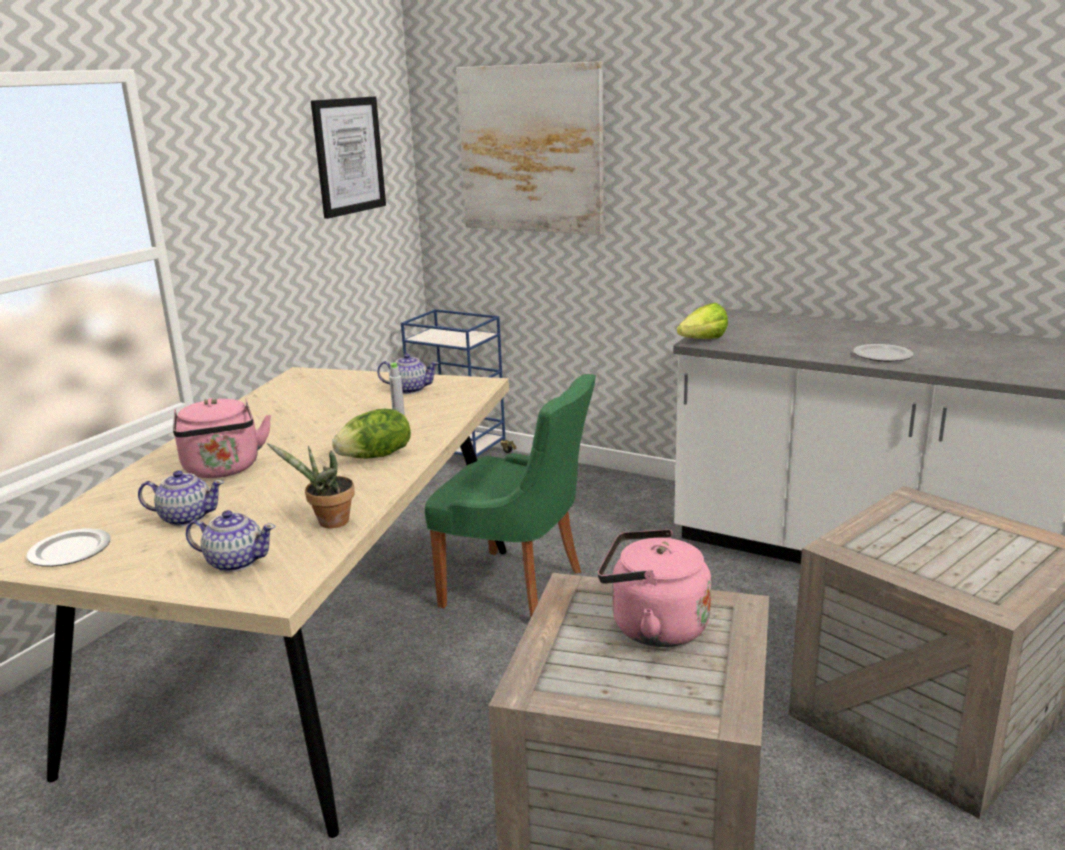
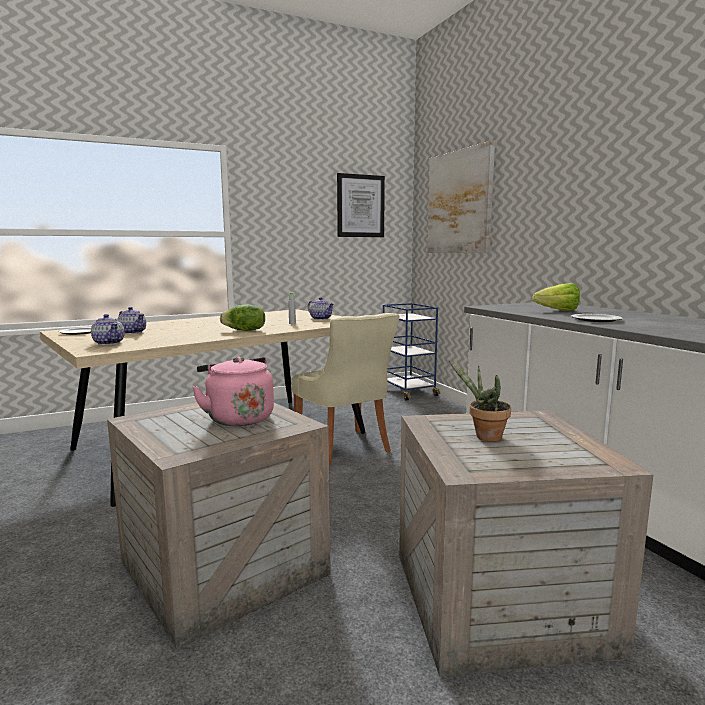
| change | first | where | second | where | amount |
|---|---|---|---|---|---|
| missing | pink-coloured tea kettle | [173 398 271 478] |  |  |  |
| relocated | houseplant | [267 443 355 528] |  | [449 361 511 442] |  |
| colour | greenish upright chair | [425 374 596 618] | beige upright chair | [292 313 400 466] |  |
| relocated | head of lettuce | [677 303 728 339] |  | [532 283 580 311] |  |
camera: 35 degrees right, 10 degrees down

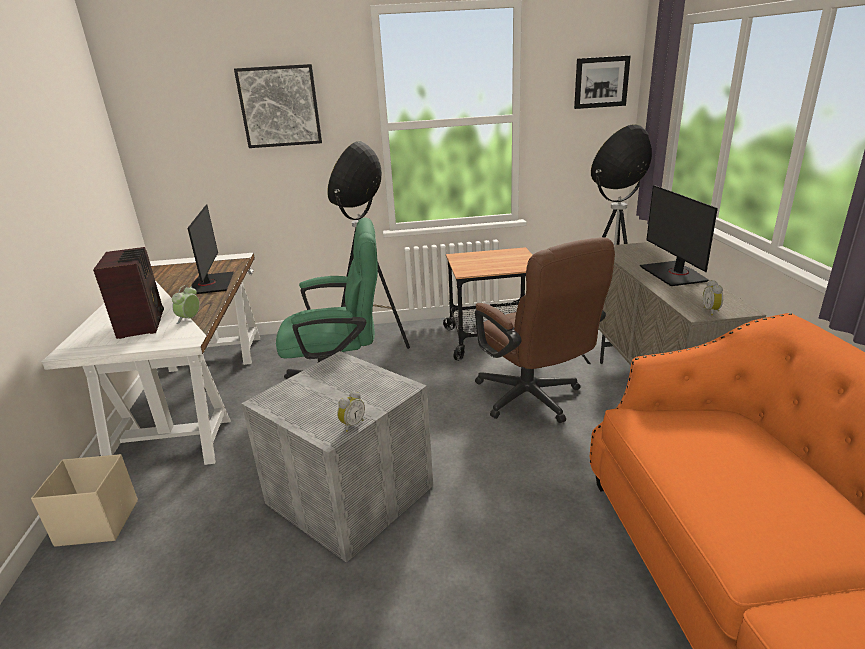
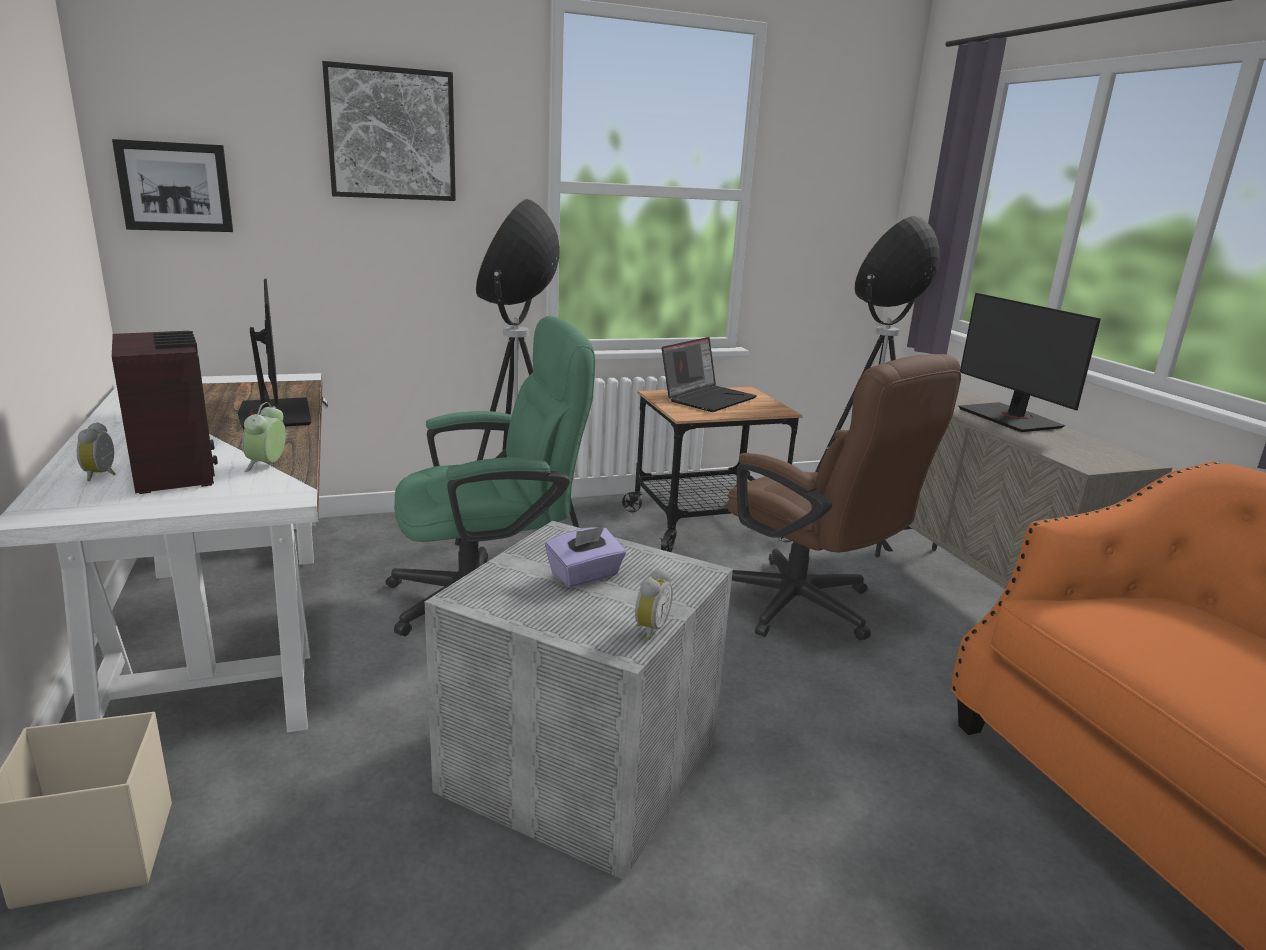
| change | first | where | second | where | amount |
|---|---|---|---|---|---|
| relocated | wall picture | [574 56 631 109] |  | [112 139 233 232] |  |
| relocated | alarm clock | [703 280 723 316] |  | [76 422 116 481] |  |
| appeared |  |  | purplish box of tissues | [545 526 626 588] |  |
| appeared |  |  | laptop | [662 337 757 412] |  |
camera: 15 degrees left, 5 degrees down

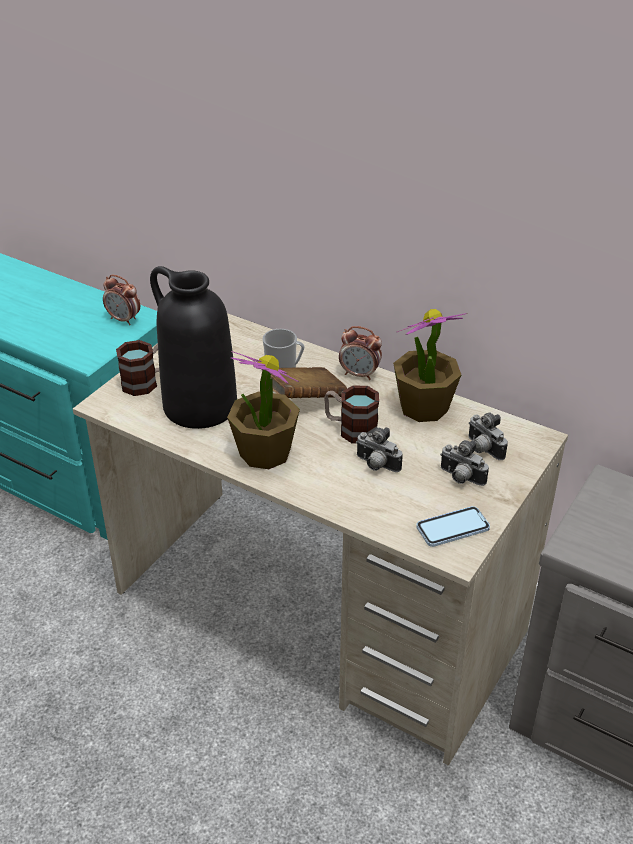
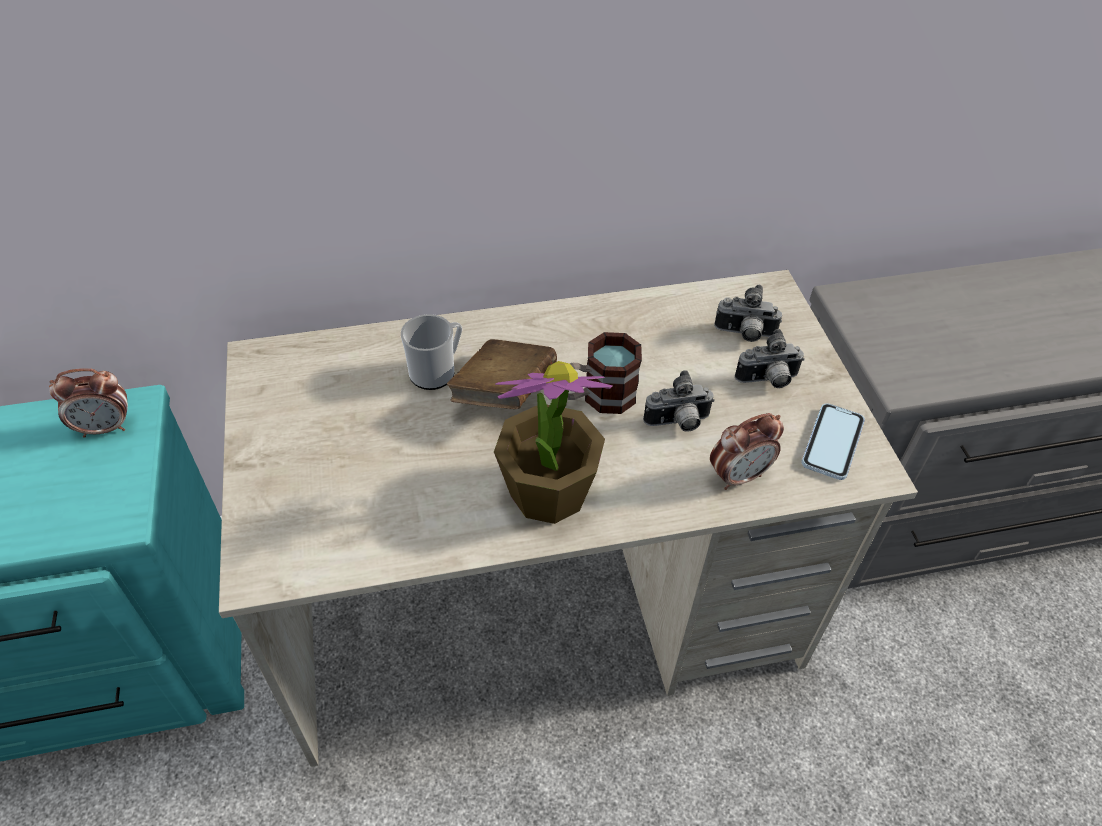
| change | first | where | second | where | amount |
|---|---|---|---|---|---|
| missing | coffee mug | [116 340 159 396] |  |  |  |
| missing | black decorative vase | [150 266 237 429] |  |  |  |
| relocated | alarm clock | [339 326 382 380] |  | [710 413 784 490] |  |
| missing | houseplant | [393 309 468 422] |  |  |  |
camera: 45 degrees left, 10 degrees up

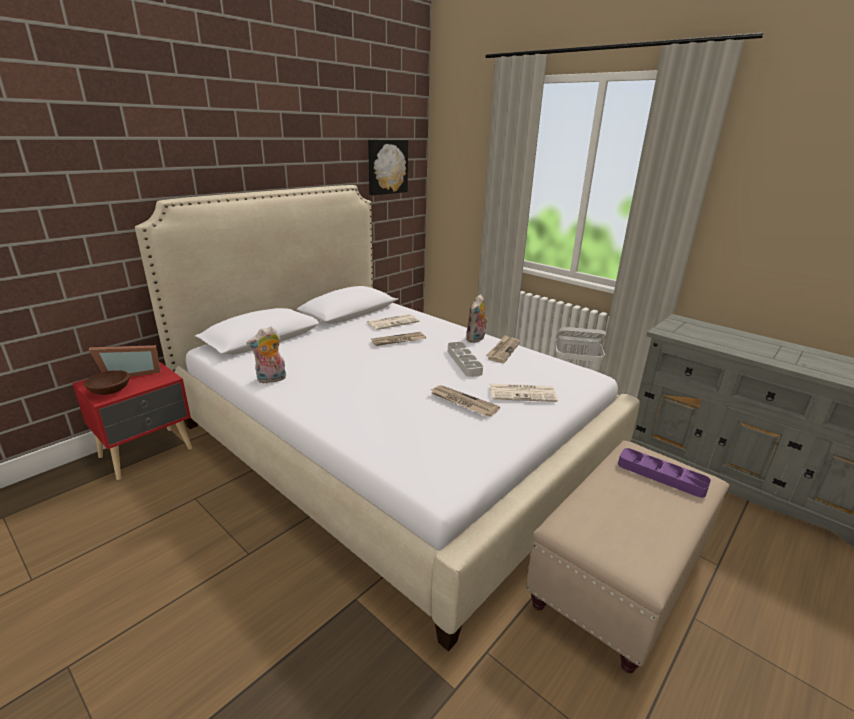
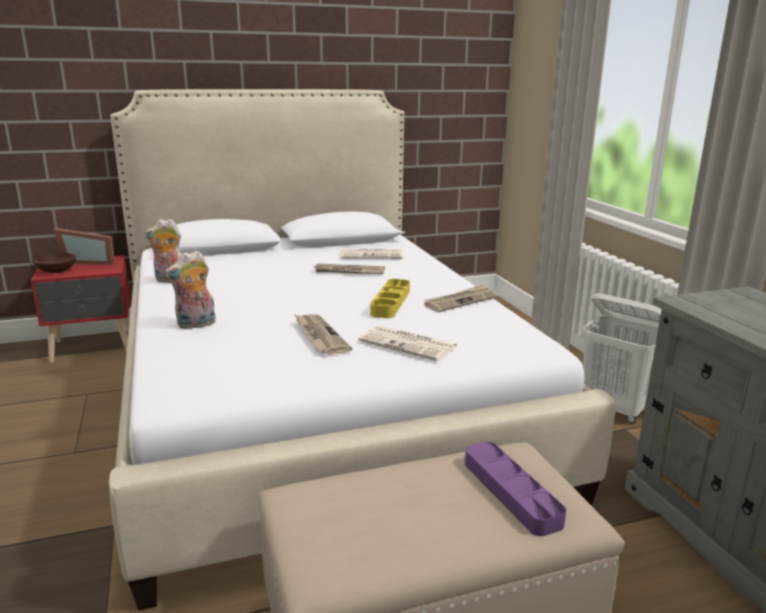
| change | first | where | second | where | amount |
|---|---|---|---|---|---|
| missing | wall picture | [368 140 408 195] |  |  |  |
| colour | gray carrying tray | [448 342 483 377] | yellow carrying tray | [370 279 410 318] |  |
| relocated | plush toy | [466 294 488 343] |  | [164 250 216 329] |  |
camera: 30 degrees right, 5 degrees down

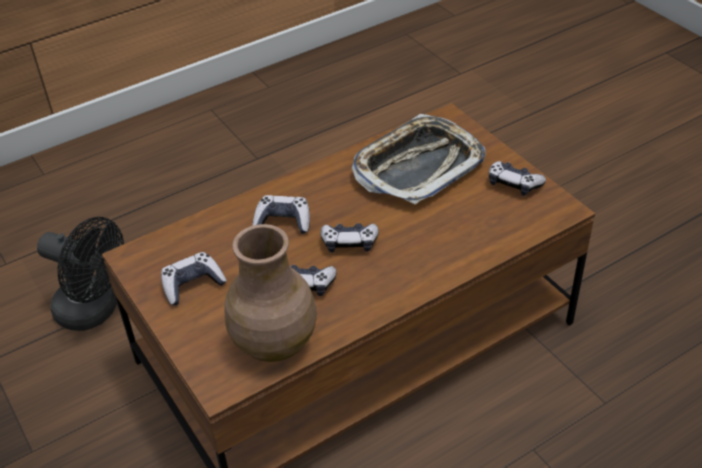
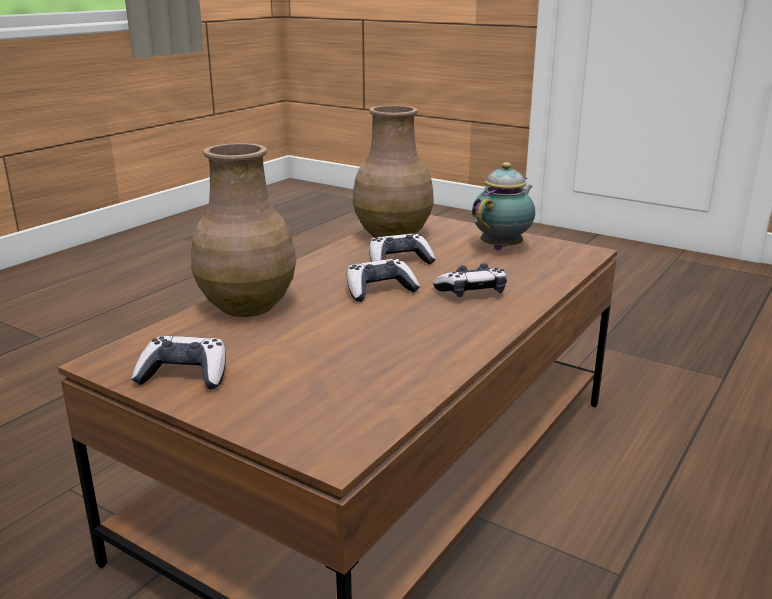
| change | first | where | second | where | amount |
|---|---|---|---|---|---|
| missing | black cooling fan | [37 217 124 331] |  |  |  |
| exchanged | gamepad | [161 252 227 305] | tea pot | [472 162 535 250] |  |
| missing | carrying tray | [352 114 486 205] |  |  |  |
| appeared |  |  | brown decorative vase | [191 143 296 317] |  |
camera: 155 degrees right, 20 degrees down

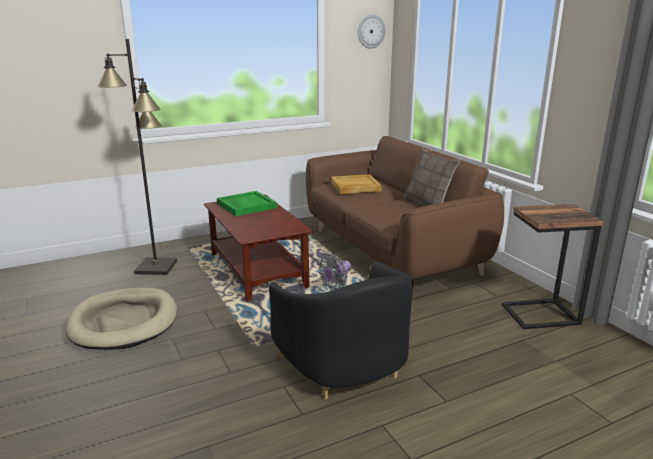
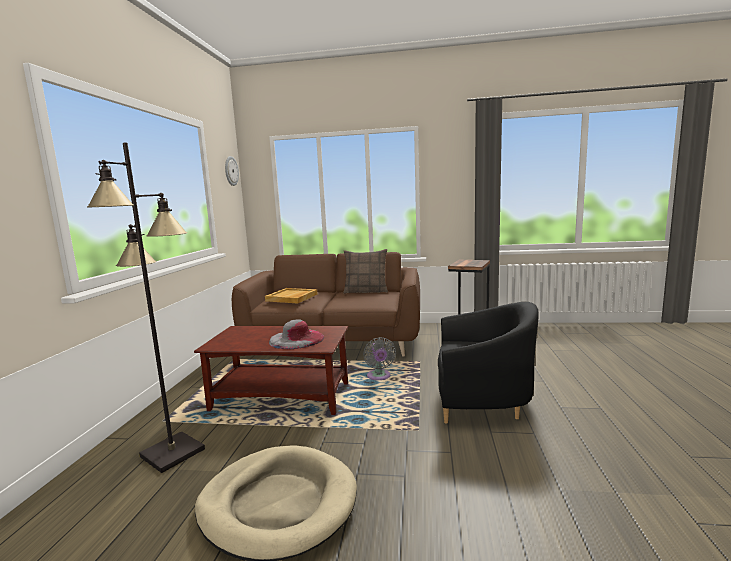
| change | first | where | second | where | amount |
|---|---|---|---|---|---|
| missing | greenish carrying tray | [217 191 277 216] |  |  |  |
| appeared |  |  | gray wearable hat | [269 319 324 349] |  |
camera: 55 degrees left, 10 degrees down

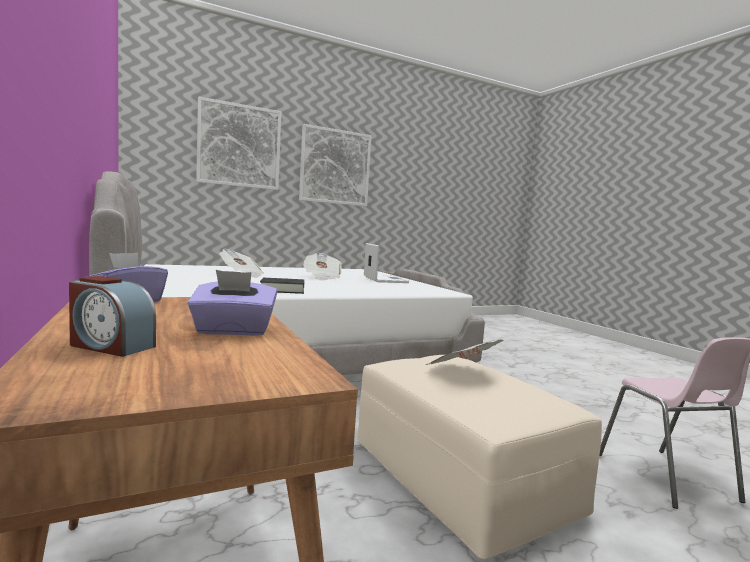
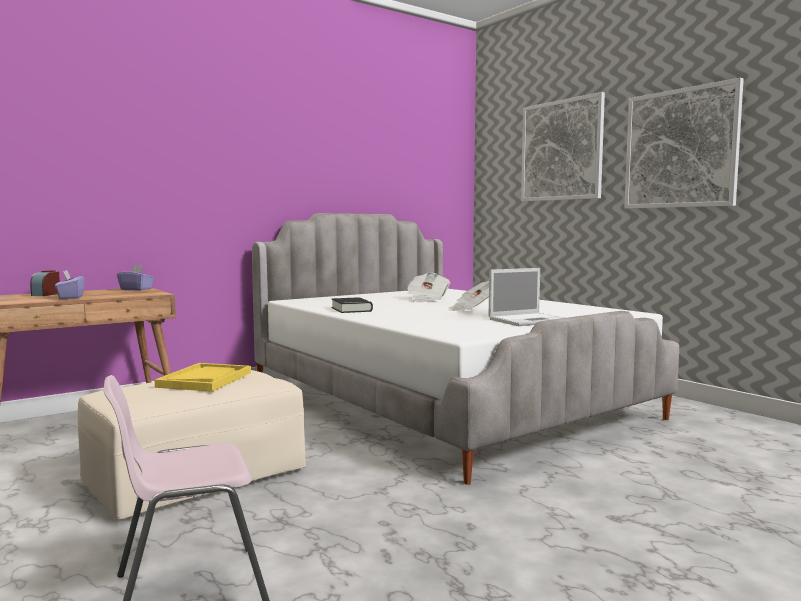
| change | first | where | second | where | amount |
|---|---|---|---|---|---|
| exchanged | printed paper | [425 339 503 365] | yellow carrying tray | [155 363 251 392] |  |
camera: 80 degrees right, 0 degrees up

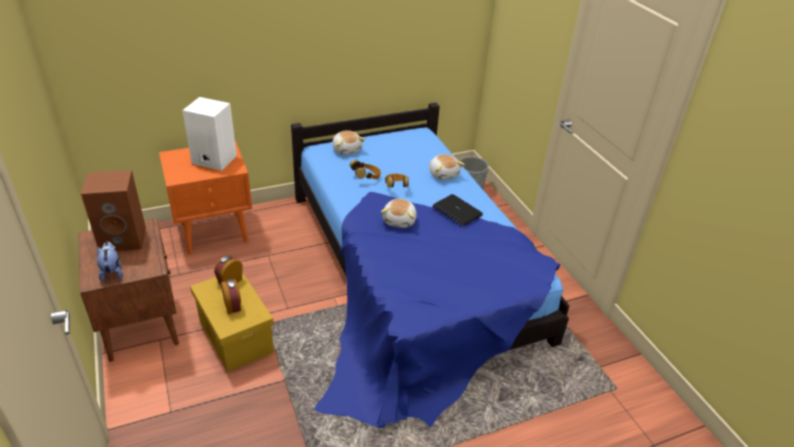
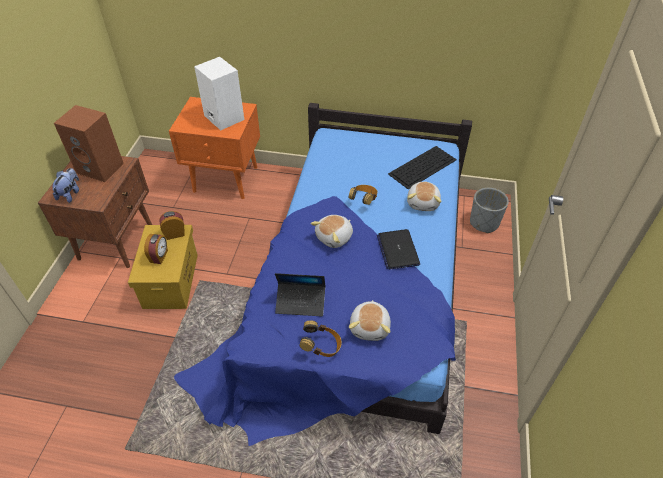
| change | first | where | second | where | amount |
|---|---|---|---|---|---|
| relocated | plush toy | [332 130 365 155] |  | [349 300 391 341] |  |
| relocated | pair of headphones | [350 160 381 179] |  | [300 320 342 357] |  |
| appeared |  |  | laptop | [275 273 325 316] |  |
| appeared |  |  | keyboard | [388 146 457 189] |  |
camera: 35 degrees right, 10 degrees up

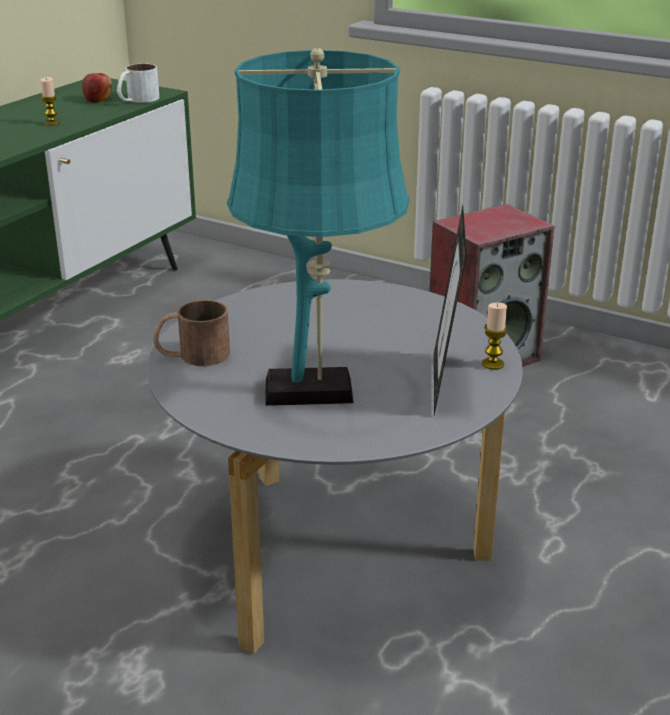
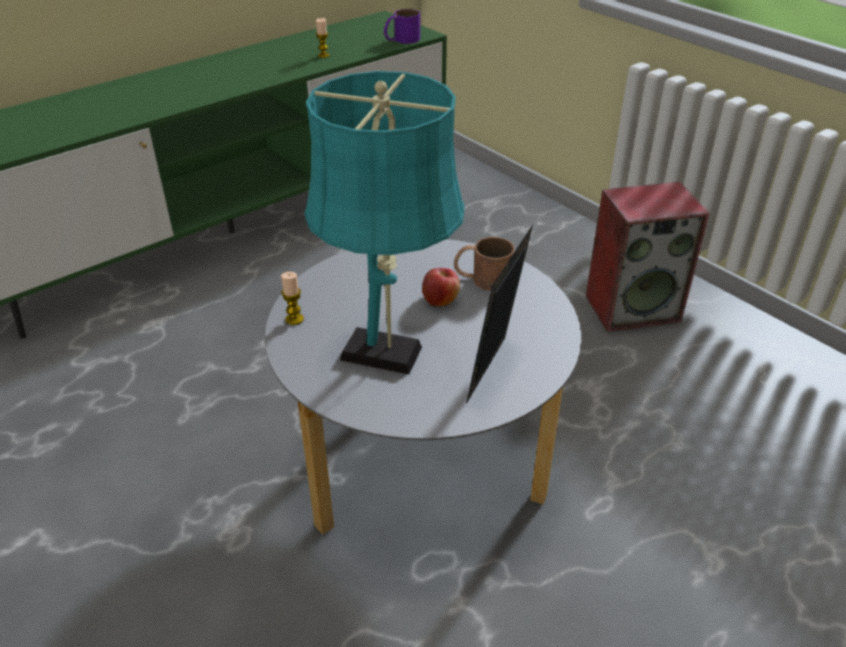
| change | first | where | second | where | amount |
|---|---|---|---|---|---|
| relocated | whole apple | [82 73 112 102] |  | [422 268 460 306] |  |
| colour | white coffee mug | [117 64 159 103] | purplish coffee mug | [384 9 420 44] |  |
| relocated | brown coffee mug | [153 300 230 366] |  | [454 237 515 291] |  |
| relocated | candle | [482 303 508 370] |  | [281 272 304 325] |  |
camera: 20 degrees right, 10 degrees up

